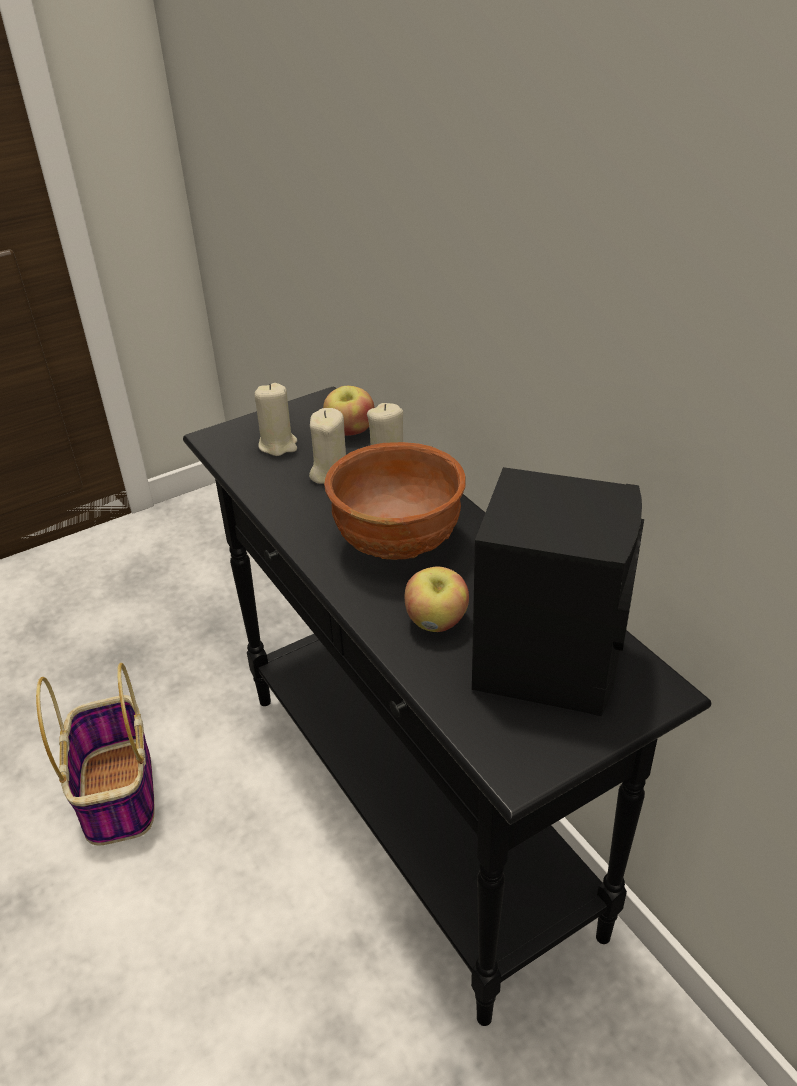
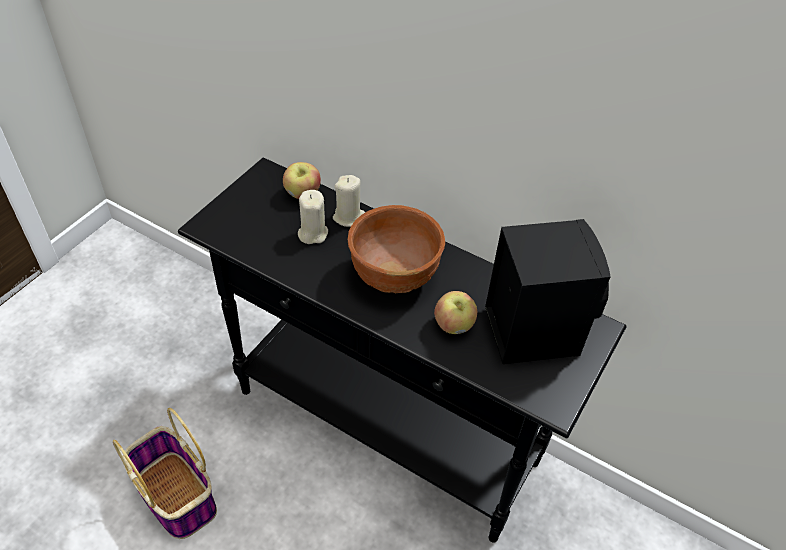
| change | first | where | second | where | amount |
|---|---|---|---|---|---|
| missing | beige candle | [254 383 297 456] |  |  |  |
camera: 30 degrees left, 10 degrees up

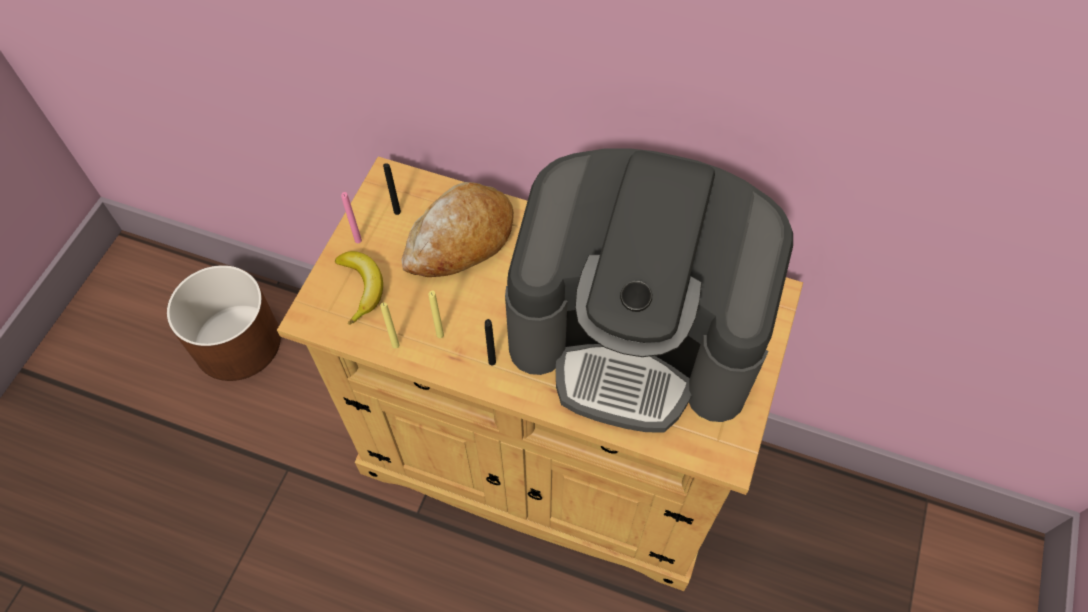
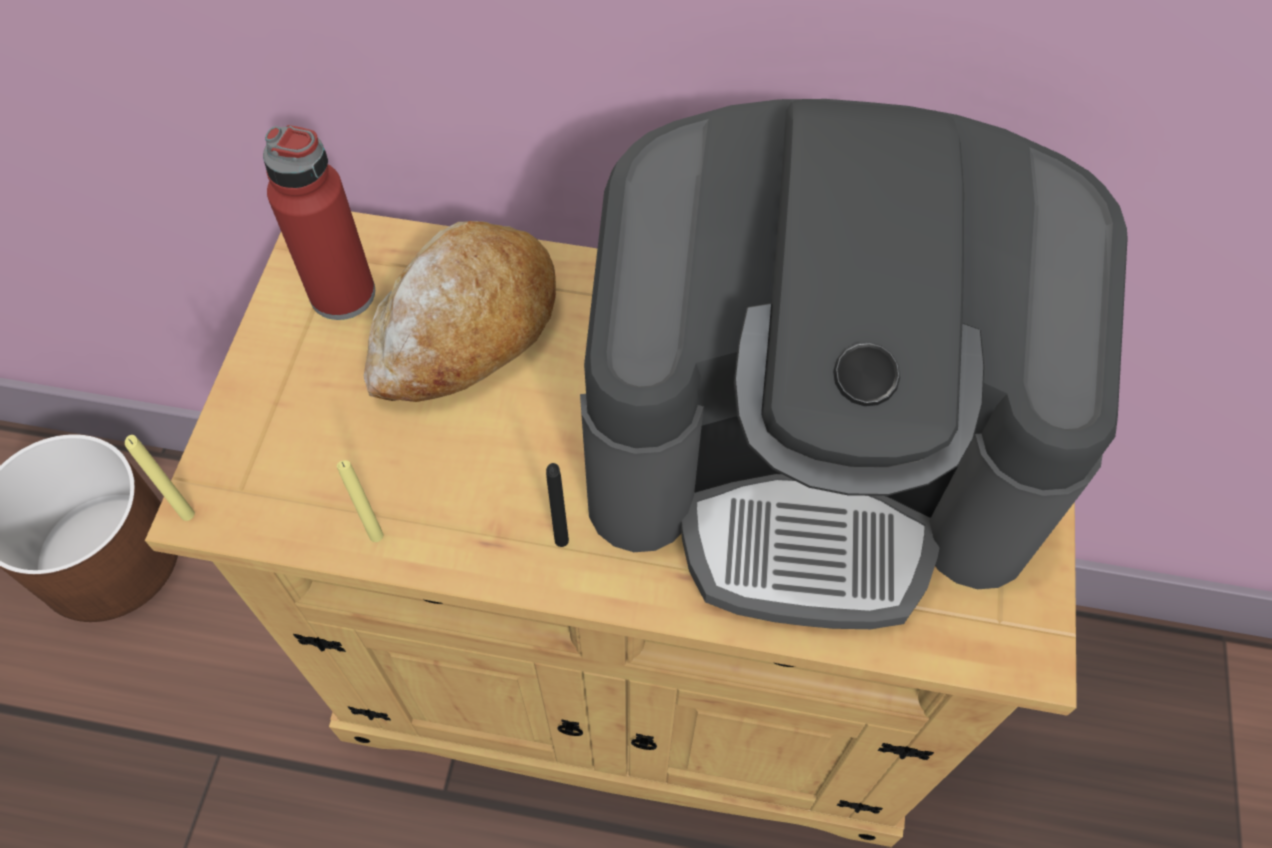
| change | first | where | second | where | amount |
|---|---|---|---|---|---|
| missing | banana | [335 251 383 325] |  |  |  |
| missing | pink-coloured candle | [341 192 362 243] |  |  |  |
| exchanged | black candle | [383 163 401 215] | red-coloured drink bottle | [263 125 375 320] |  |
| relocated | yellow candle | [429 291 444 338] |  | [125 435 195 521] |  |
camera: 10 degrees left, 0 degrees up

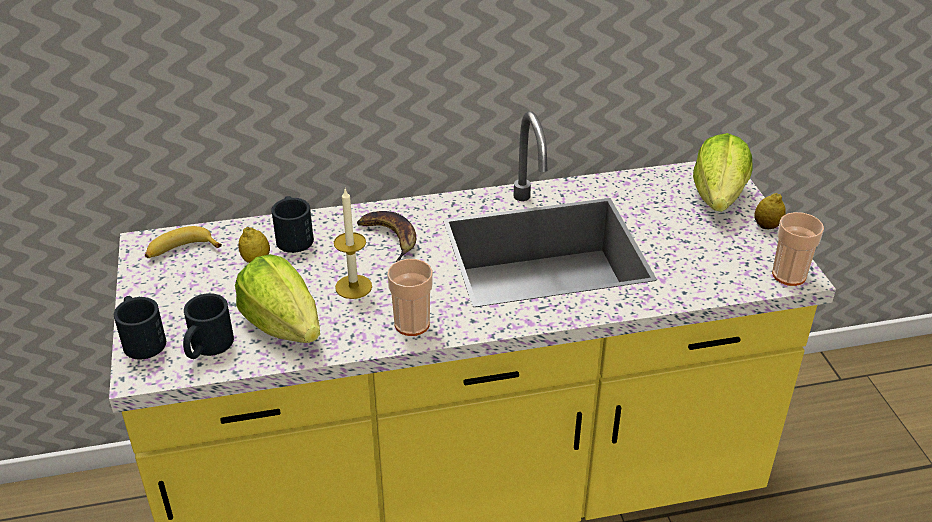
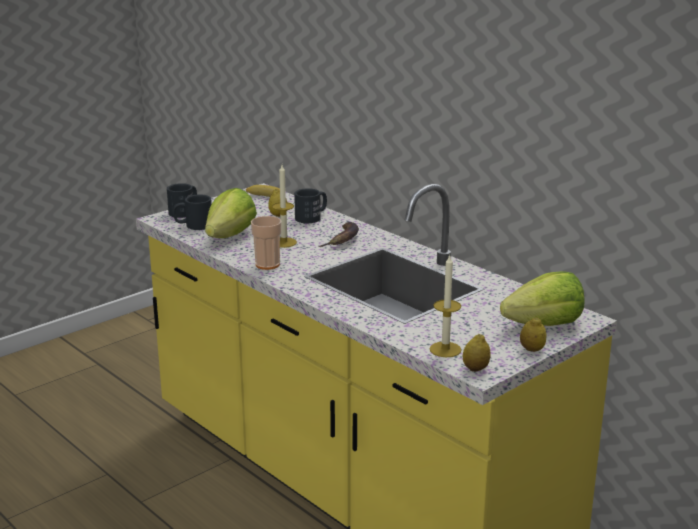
| change | first | where | second | where | amount |
|---|---|---|---|---|---|
| exchanged | small cup | [772 212 824 286] | citrus fruit | [463 334 491 372] |  |
| appeared |  |  | candle | [430 254 462 357] |  |
camera: 60 degrees right, 15 degrees down

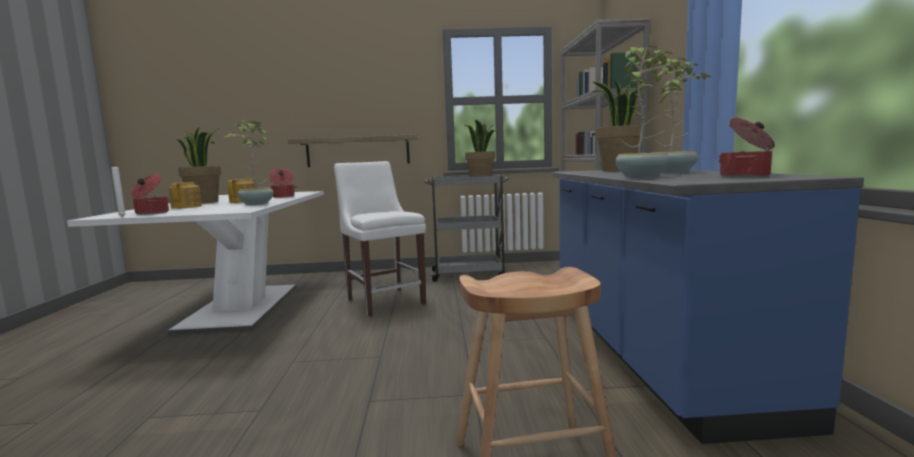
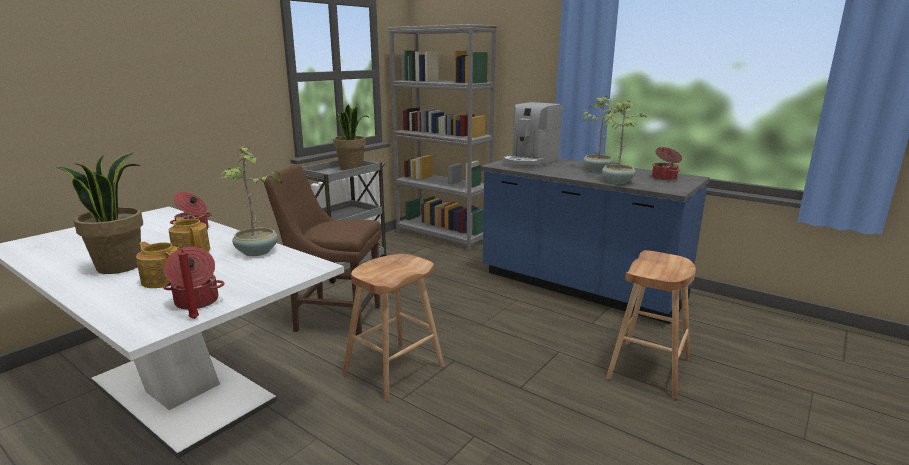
| change | first | where | second | where | amount |
|---|---|---|---|---|---|
| colour | white candle | [108 162 126 217] | red-coloured candle | [177 248 199 319] |  |
| missing | bracket shelf | [288 134 419 167] |  |  |  |
| colour | white upright chair | [334 161 426 317] | brown upright chair | [264 164 381 336] |  |
| exchanged | houseplant | [592 80 648 171] | coffee maker | [503 102 562 168] |  |
| appeared |  |  | brown stool seat | [342 254 444 402] |  |
camera: 50 degrees left, 10 degrees up

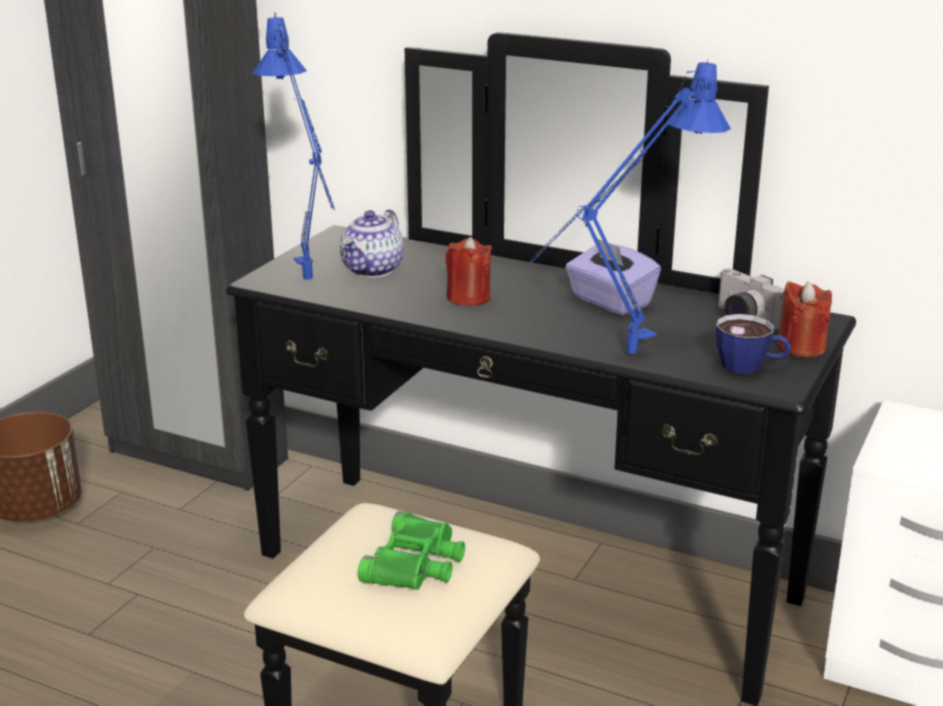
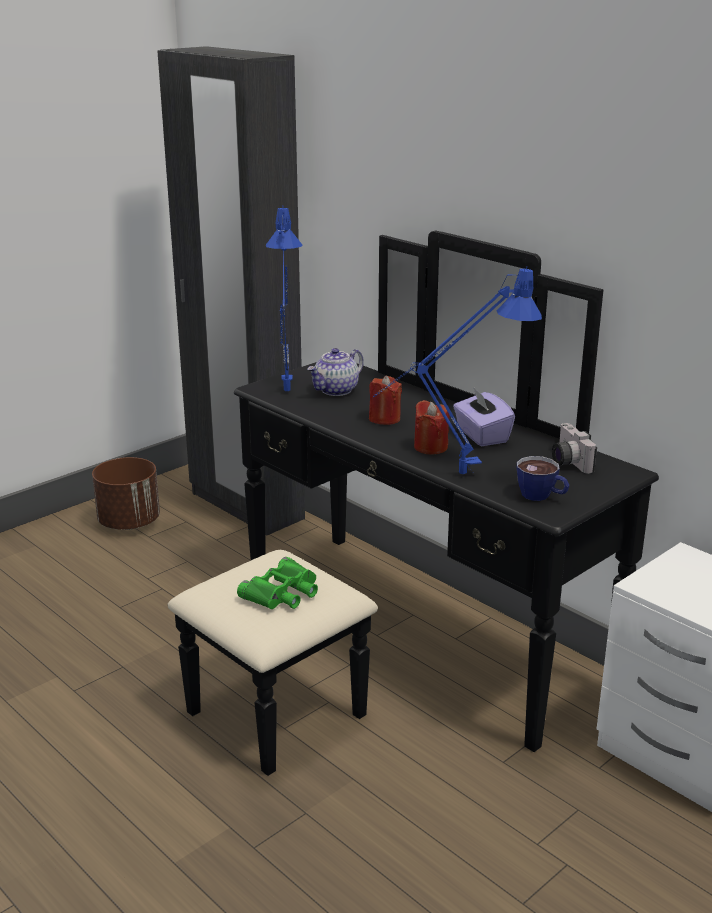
| change | first | where | second | where | amount |
|---|---|---|---|---|---|
| relocated | red-coloured candle | [777 281 832 357] |  | [414 400 450 454] |  |
camera: 20 degrees right, 0 degrees up

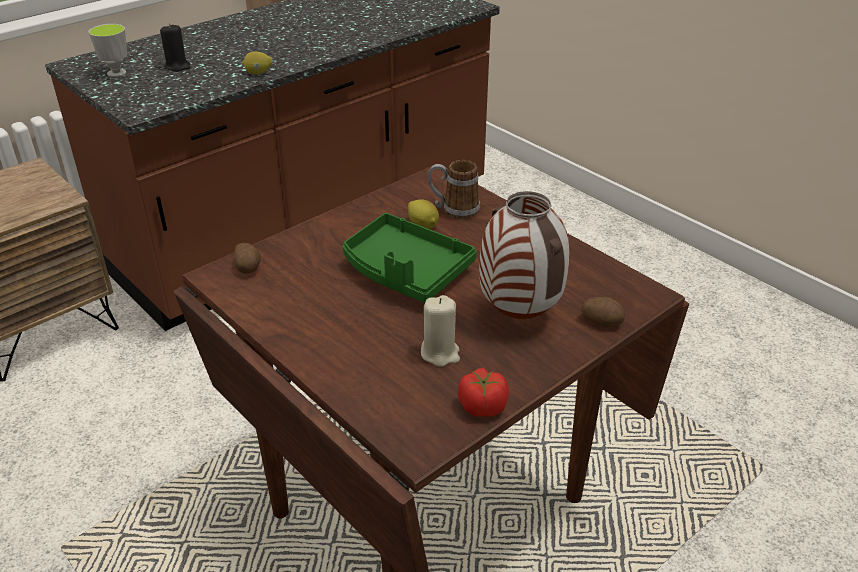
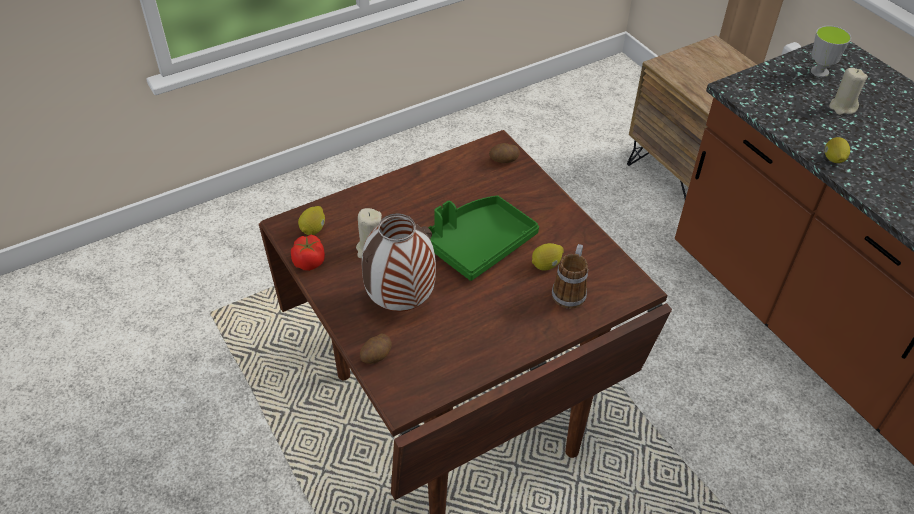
| change | first | where | second | where | amount |
|---|---|---|---|---|---|
| colour | black candle | [160 23 190 72] | beige candle | [829 68 868 115] |  |
| appeared |  |  | citrus fruit | [298 206 325 235] |  |
camera: 100 degrees right, 10 degrees up

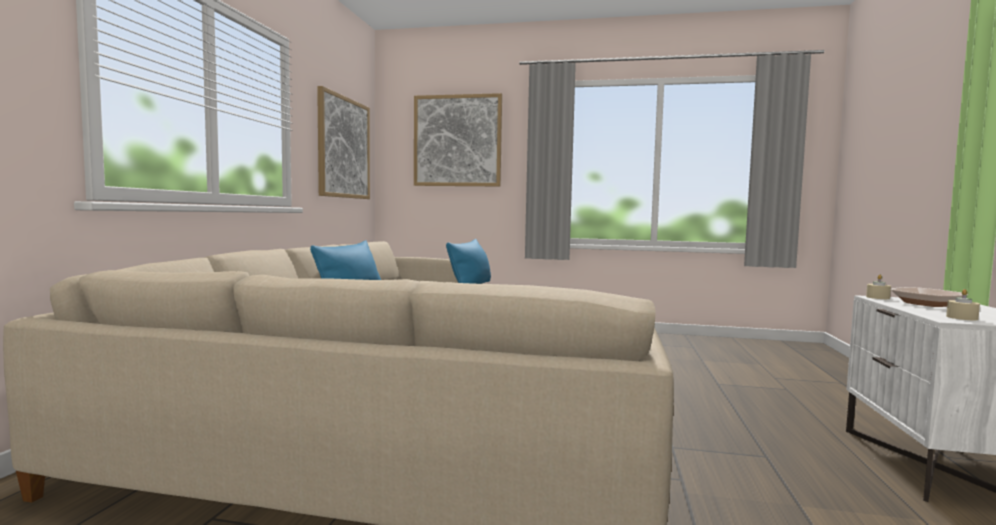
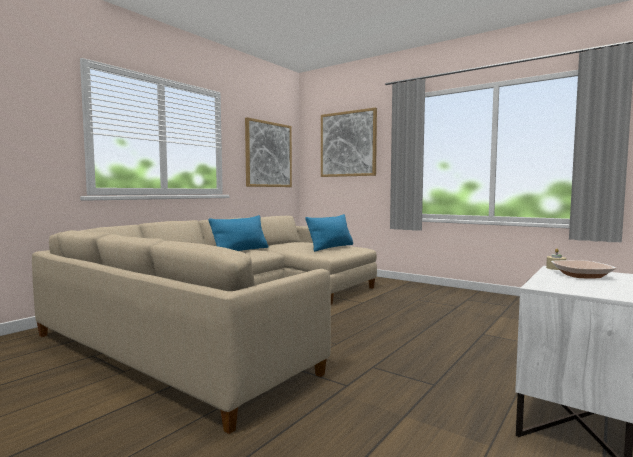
| change | first | where | second | where | amount |
|---|---|---|---|---|---|
| missing | beige candle | [946 289 980 320] |  |  |  |
camera: 25 degrees right, 0 degrees up

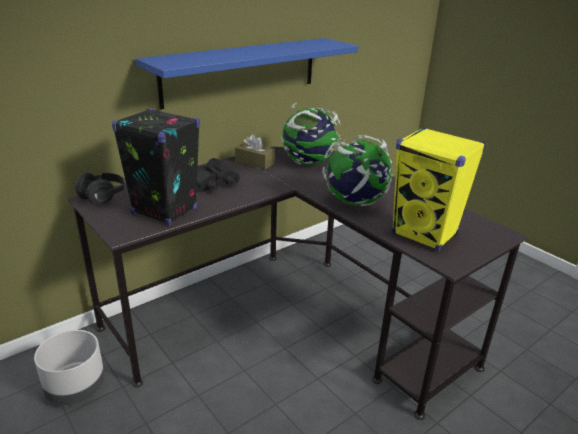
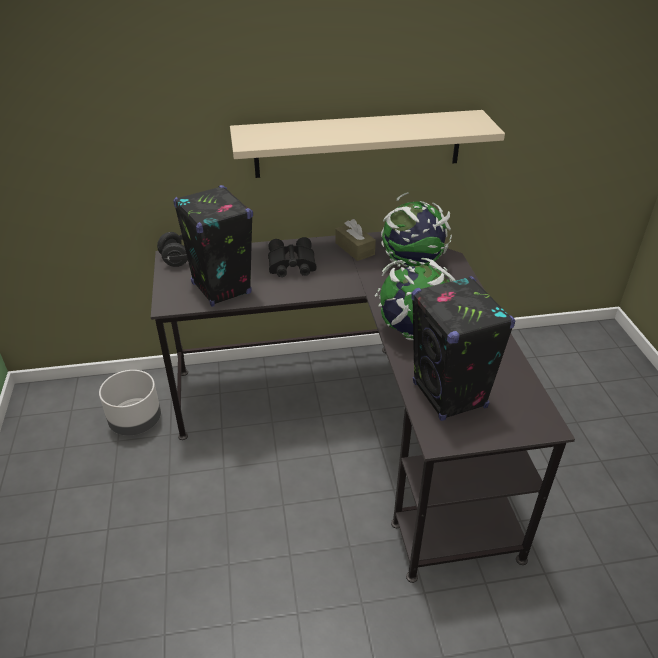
| change | first | where | second | where | amount |
|---|---|---|---|---|---|
| colour | blue-coloured bracket shelf | [136 38 358 110] | beige bracket shelf | [230 110 505 178] |  |
| colour | yellow speaker | [392 127 486 251] | black speaker | [411 276 515 421] |  |
camera: 30 degrees right, 10 degrees up

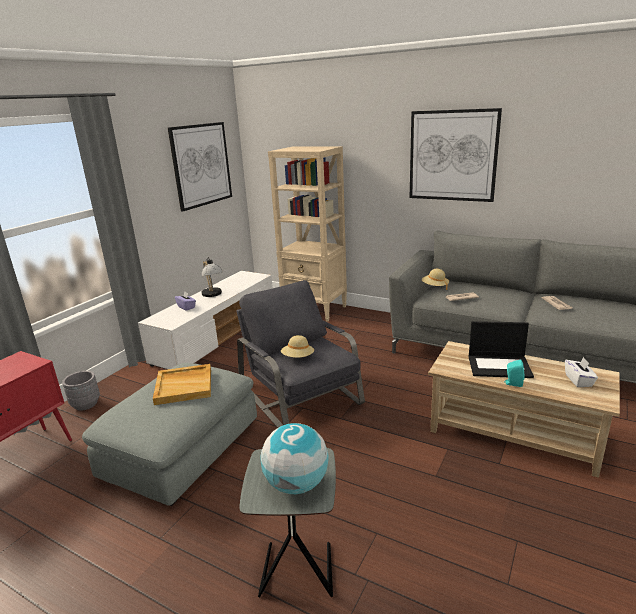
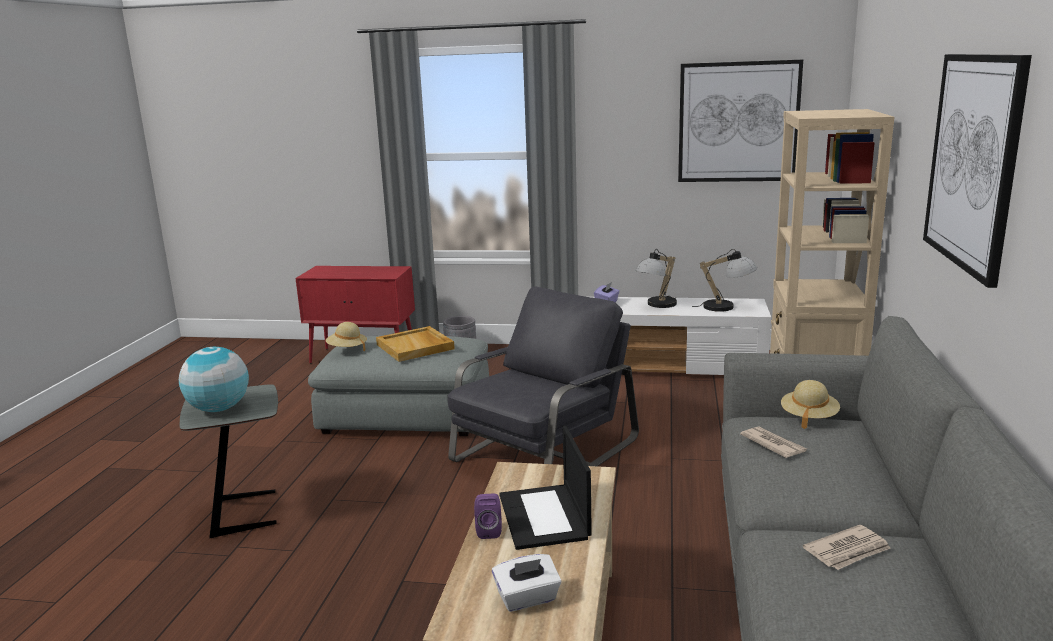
| change | first | where | second | where | amount |
|---|---|---|---|---|---|
| relocated | beige wearable hat | [281 335 314 358] |  | [326 322 367 351] |  |
| colour | blue-green speaker | [504 360 525 387] | purplish speaker | [474 494 502 539] |  |
| appeared |  |  | lamp for a table | [692 249 757 312] |  |
camera: 70 degrees right, 5 degrees down

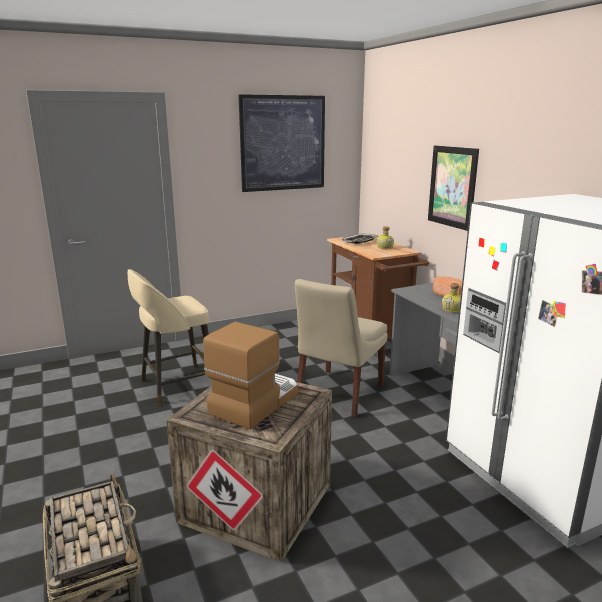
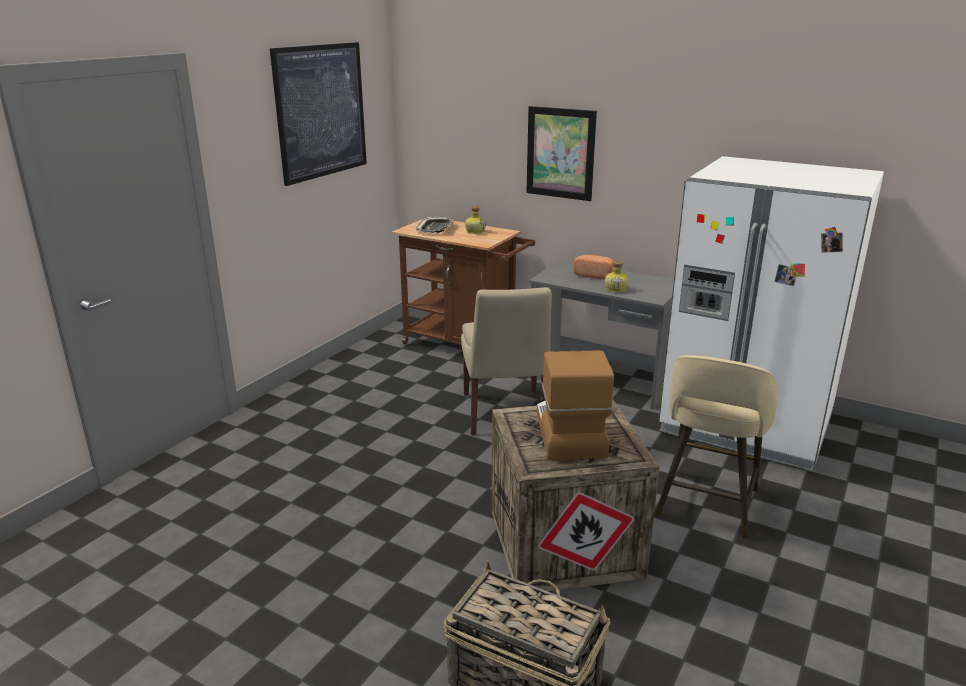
| change | first | where | second | where | amount |
|---|---|---|---|---|---|
| relocated | beige stool seat | [128 269 209 405] |  | [655 355 778 539] |  |
camera: 35 degrees left, 5 degrees up

